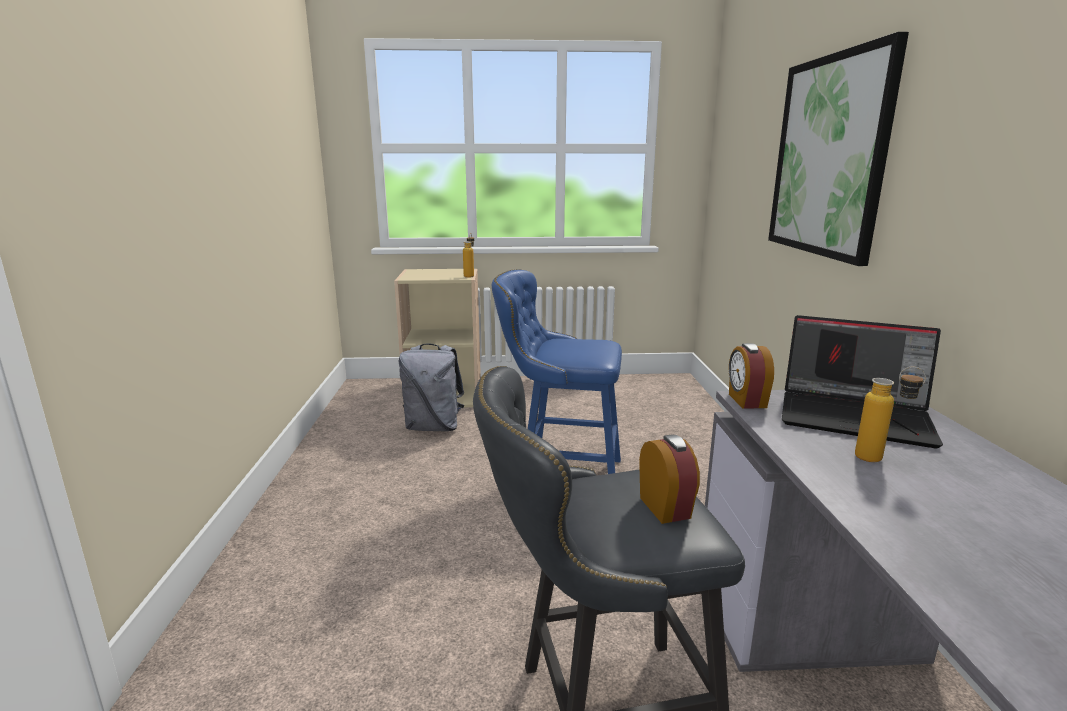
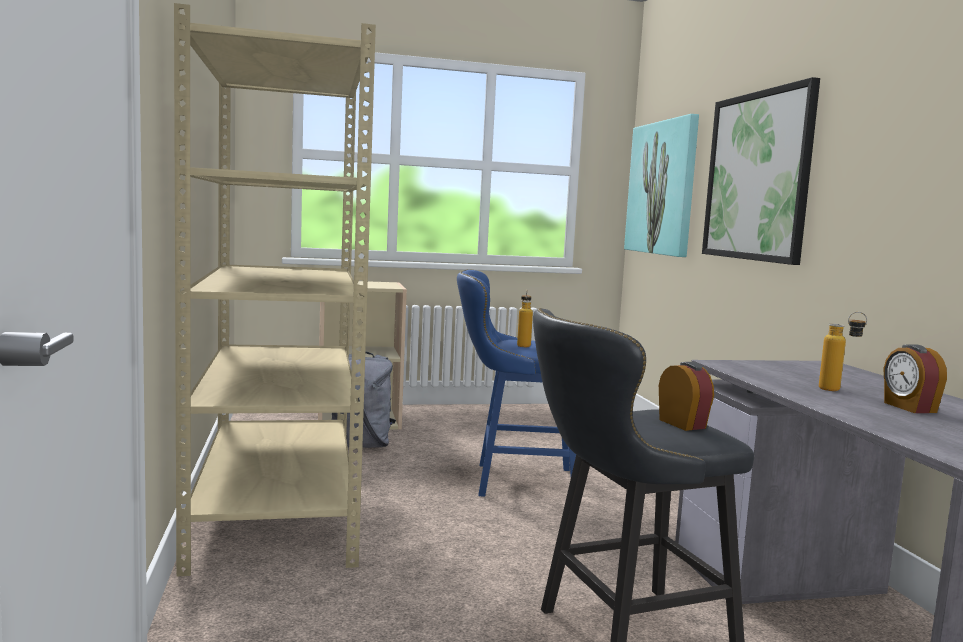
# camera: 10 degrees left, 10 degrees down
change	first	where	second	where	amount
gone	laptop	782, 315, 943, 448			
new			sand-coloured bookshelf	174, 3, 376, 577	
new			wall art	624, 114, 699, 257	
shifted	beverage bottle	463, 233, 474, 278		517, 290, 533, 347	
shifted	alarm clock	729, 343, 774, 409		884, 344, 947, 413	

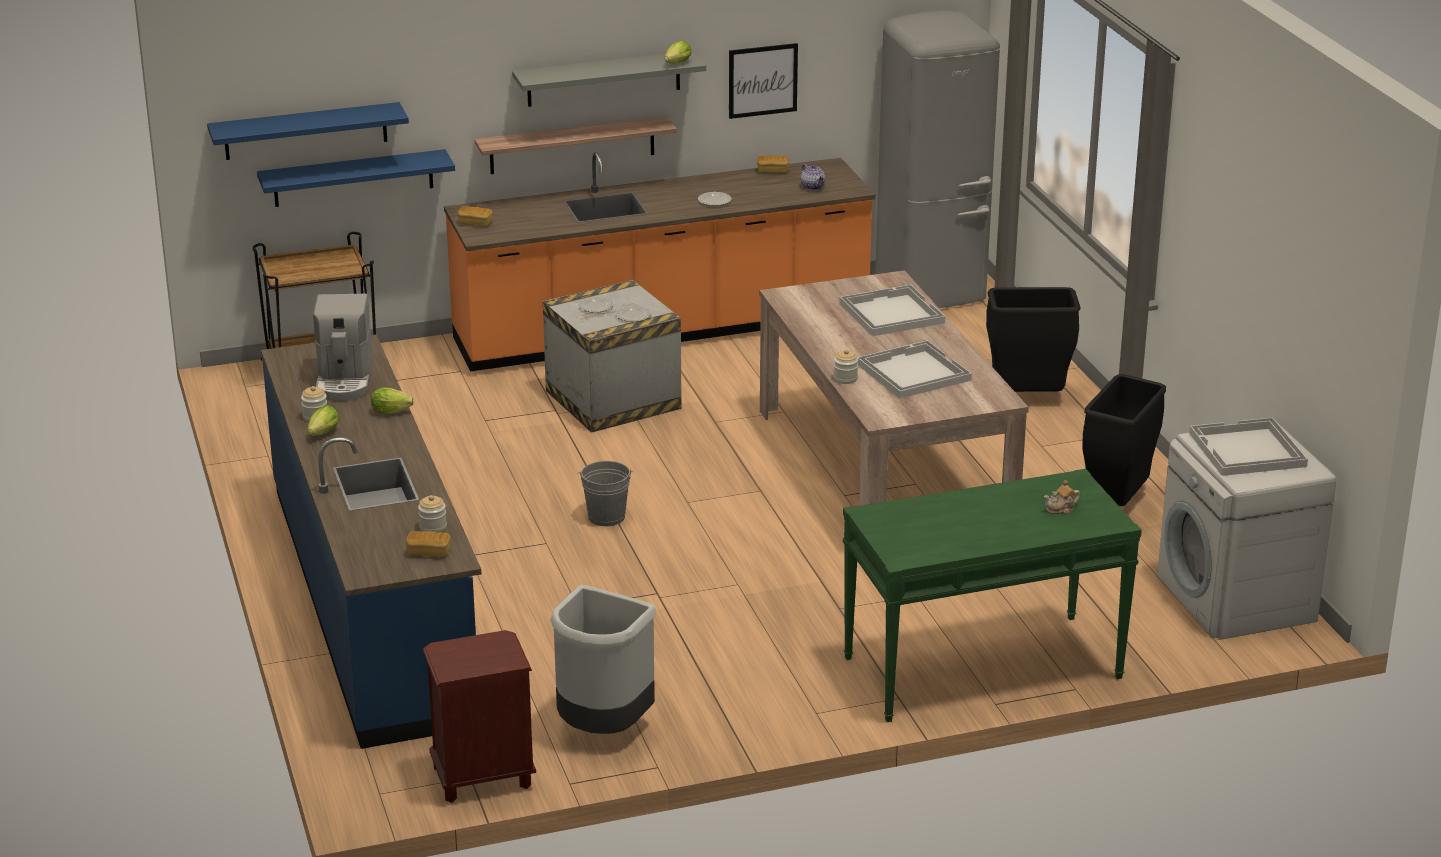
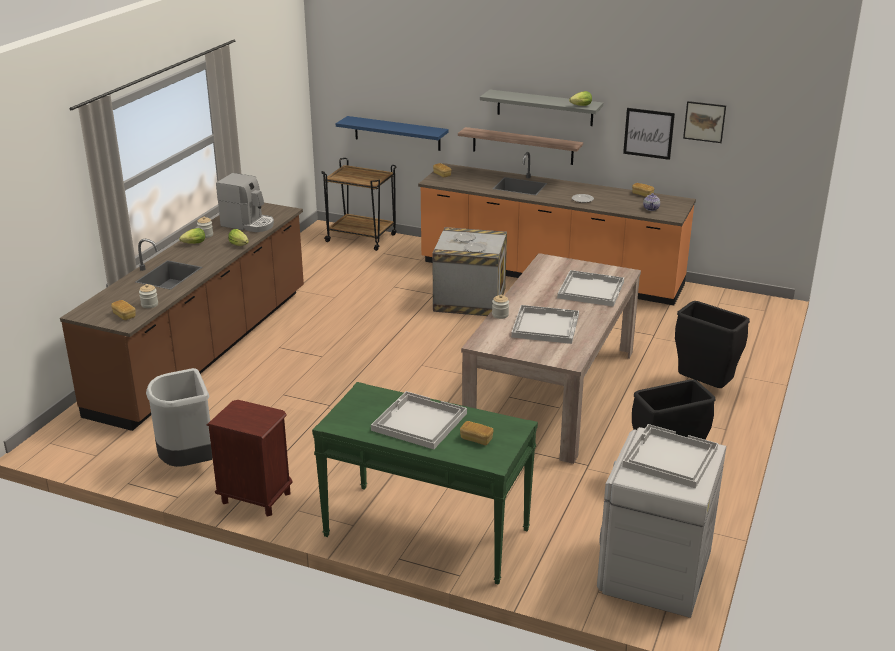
# camera: 40 degrees right, 0 degrees up
change	first	where	second	where	amount
gone	blue-coloured wall shelf	207, 102, 409, 160			
gone	greyish water bucket	578, 461, 634, 526			
gone	greyish kitchen fridge	875, 11, 1000, 308			
new			white serving tray	371, 391, 467, 449	
new			wall art	683, 101, 726, 143	
shifted	brown bedside table	423, 630, 536, 803		207, 400, 293, 516	
swapped	pot for tea	1044, 480, 1080, 514	bakery bread	460, 421, 494, 445	
repainted	blue-coloured counter	261, 335, 481, 749	brown counter	60, 203, 304, 431	
rotated	coffee machine	313, 294, 373, 401		216, 173, 274, 232	105 degrees counterclockwise

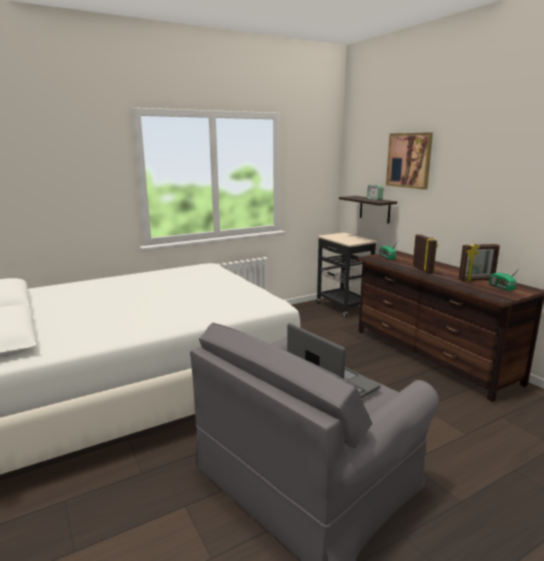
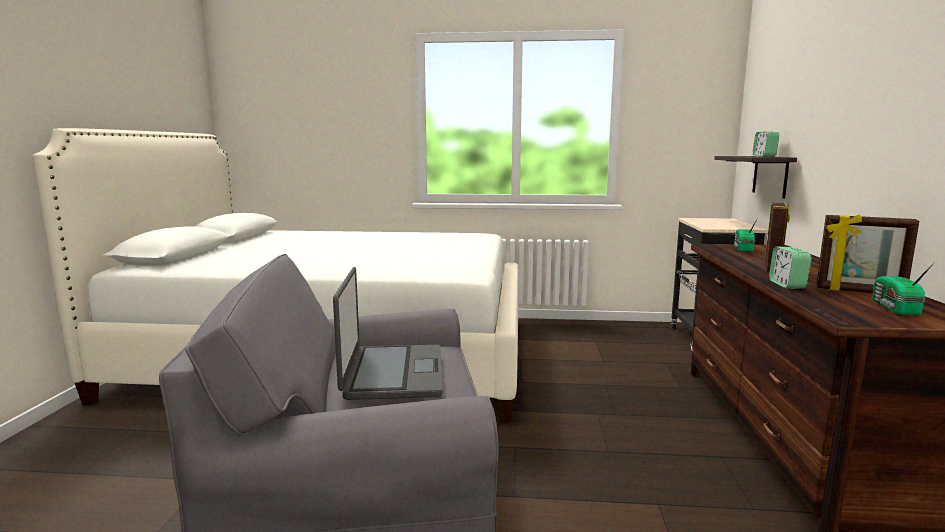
# camera: 35 degrees right, 5 degrees down
change	first	where	second	where	amount
gone	wall art	386, 132, 433, 190			
new			alarm clock	769, 247, 811, 289	

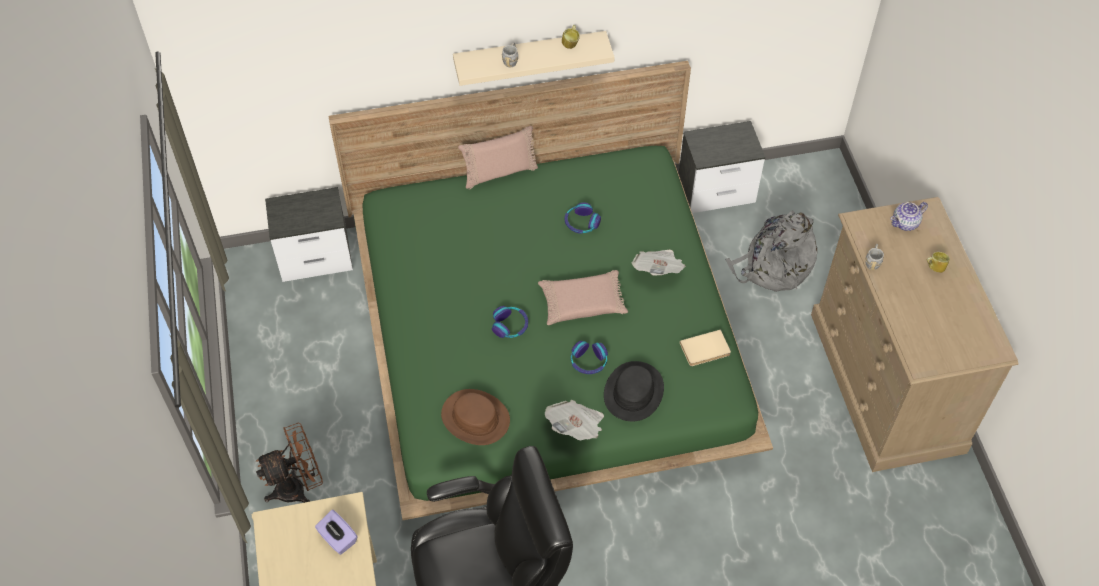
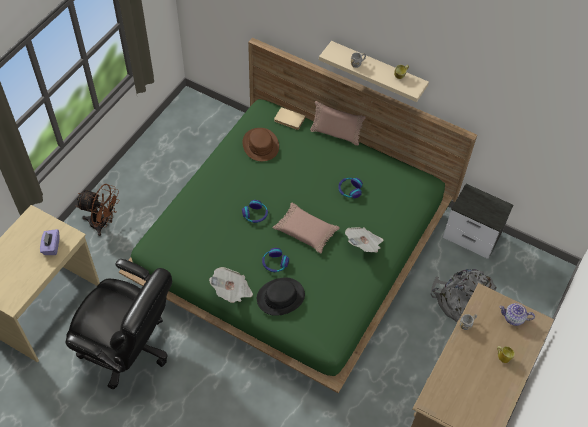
# camera: 40 degrees right, 0 degrees up
change	first	where	second	where	amount
gone	bedside table	265, 187, 353, 282			
shifted	brown wearable hat	441, 389, 510, 445		243, 128, 279, 161	
shifted	sand-coloured bound book	680, 329, 731, 366		274, 107, 306, 130	

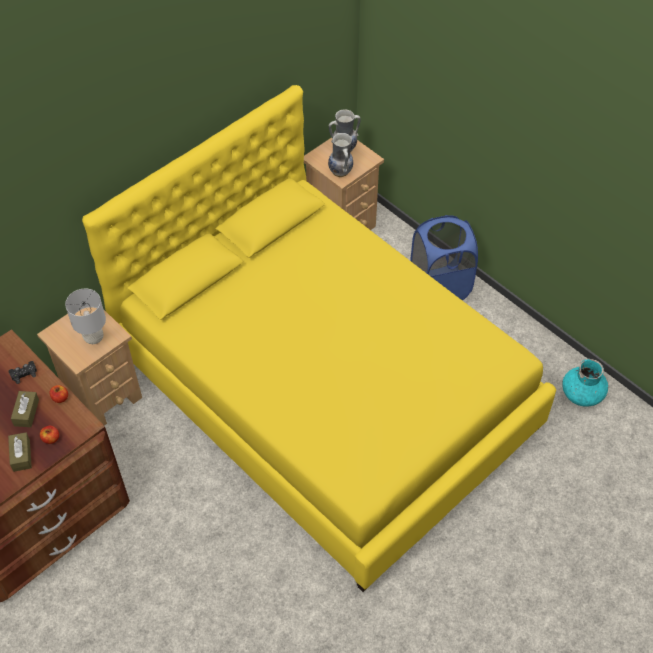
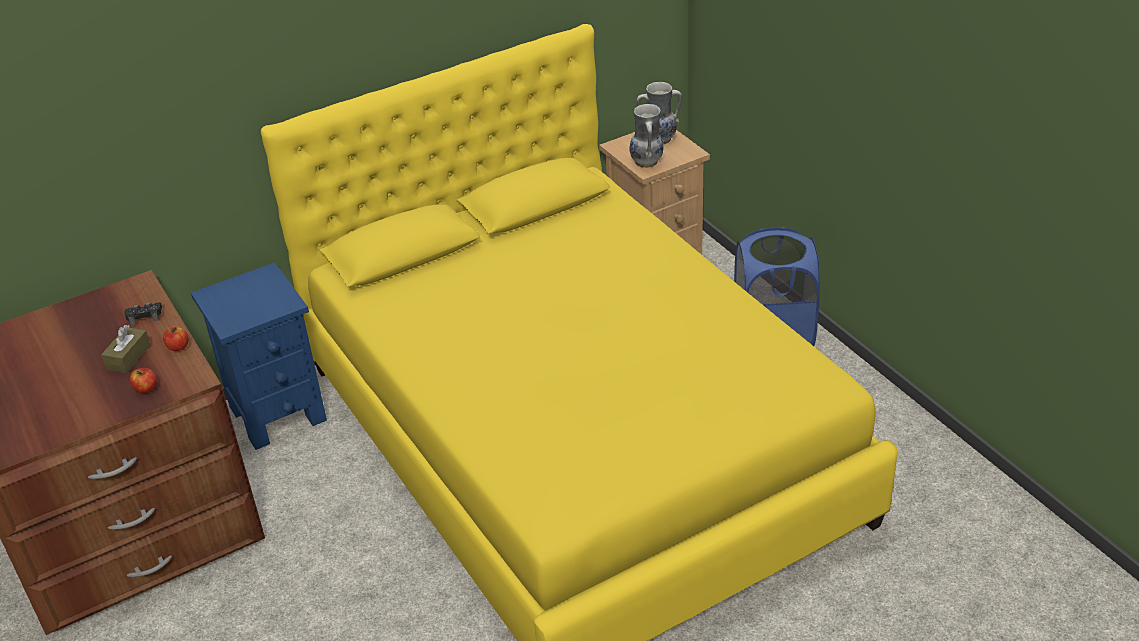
# camera: 15 degrees right, 15 degrees down
change	first	where	second	where	amount
gone	brown box of tissues	8, 432, 32, 472			
gone	greyish tabletop lamp	65, 289, 106, 344			
gone	turquoise-coloured decorative vase	562, 359, 608, 407			
repainted	sand-coloured bedside table	37, 307, 142, 425	blue-coloured bedside table	191, 262, 327, 450	

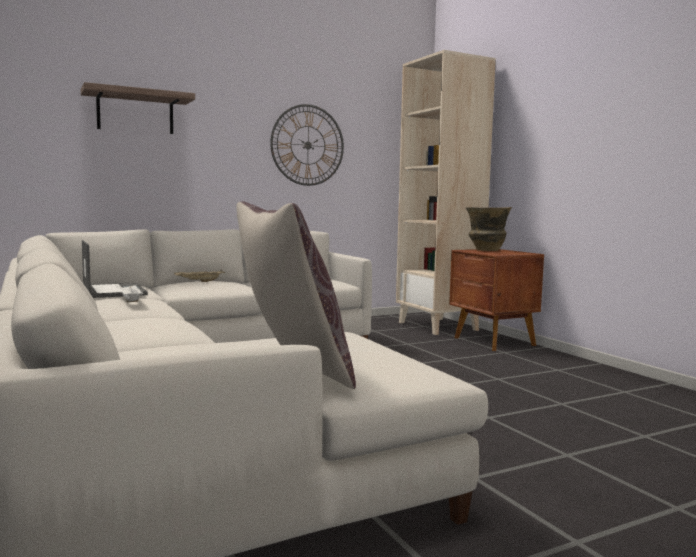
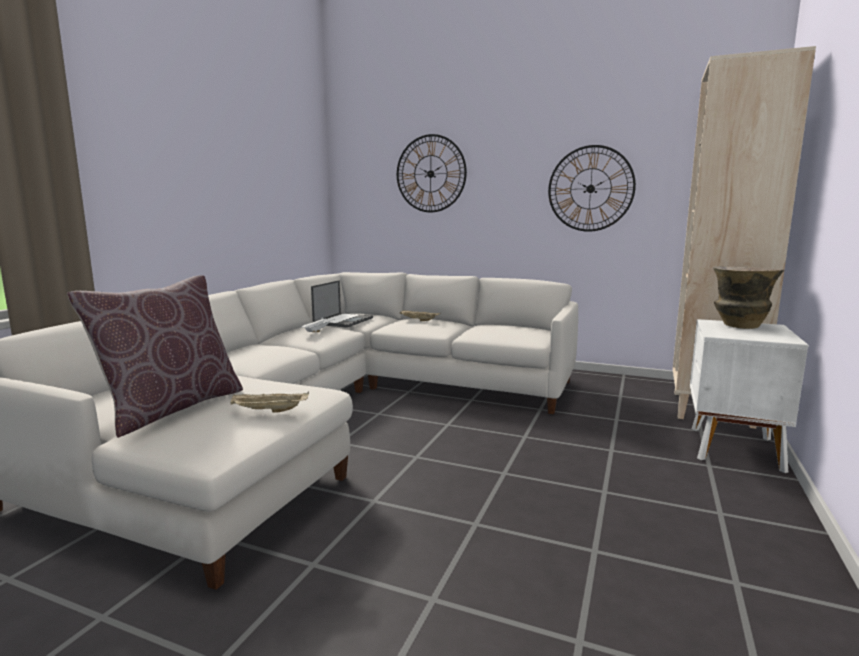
# camera: 50 degrees right, 5 degrees up
change	first	where	second	where	amount
new			sand-coloured serving tray	231, 391, 309, 413	
swapped	wall shelf	81, 82, 195, 134	clock on the wall	397, 134, 467, 213	
repainted	brown bedside table	449, 249, 544, 351	white bedside table	690, 319, 808, 473	

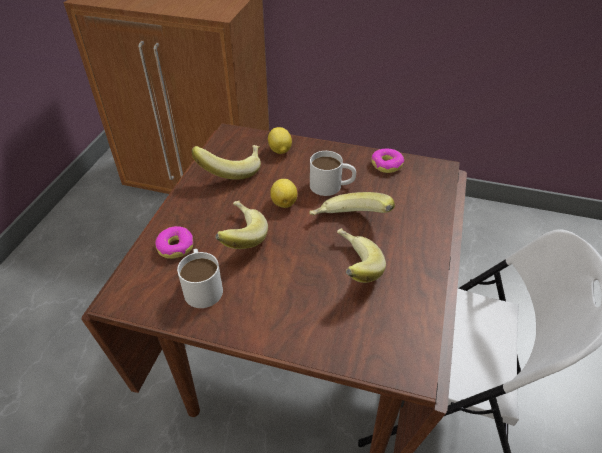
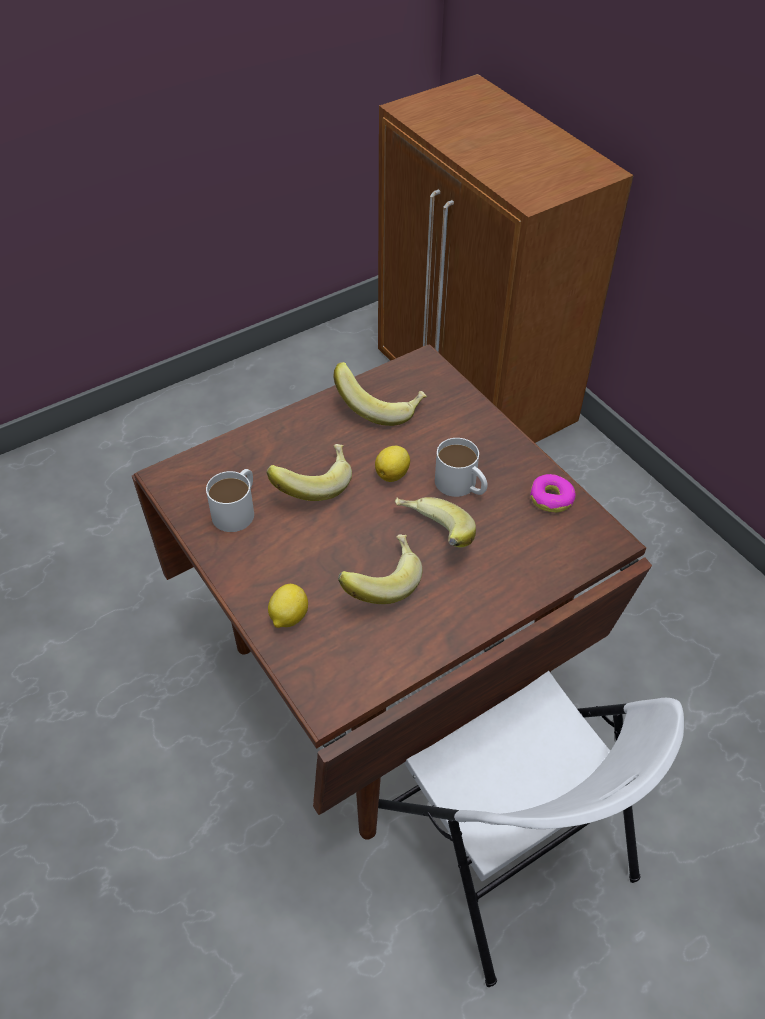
# camera: 40 degrees right, 5 degrees up
change	first	where	second	where	amount
gone	donut	155, 226, 193, 259			
shifted	citrus fruit	268, 127, 292, 154		268, 584, 308, 628	

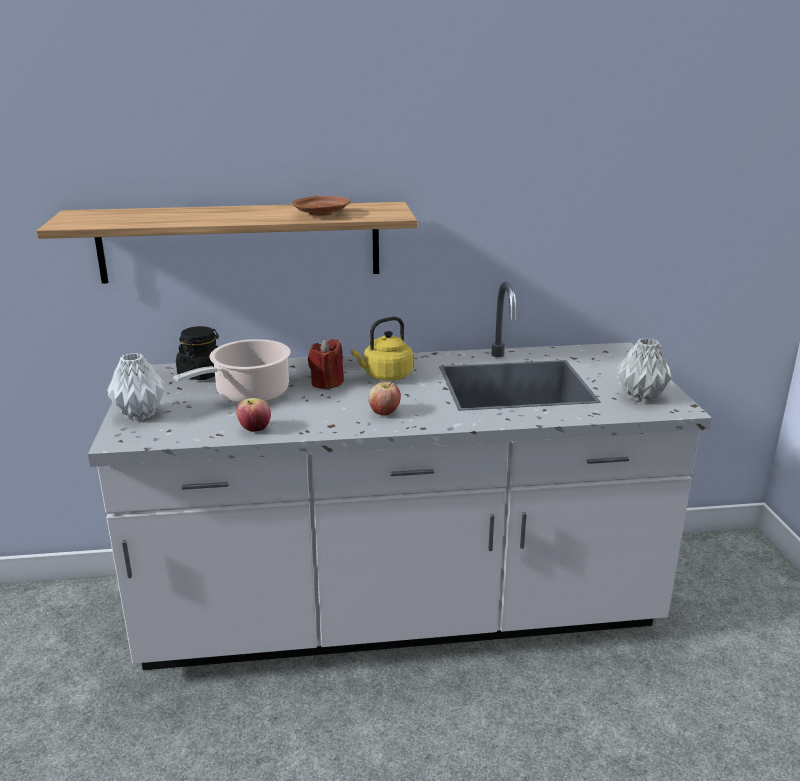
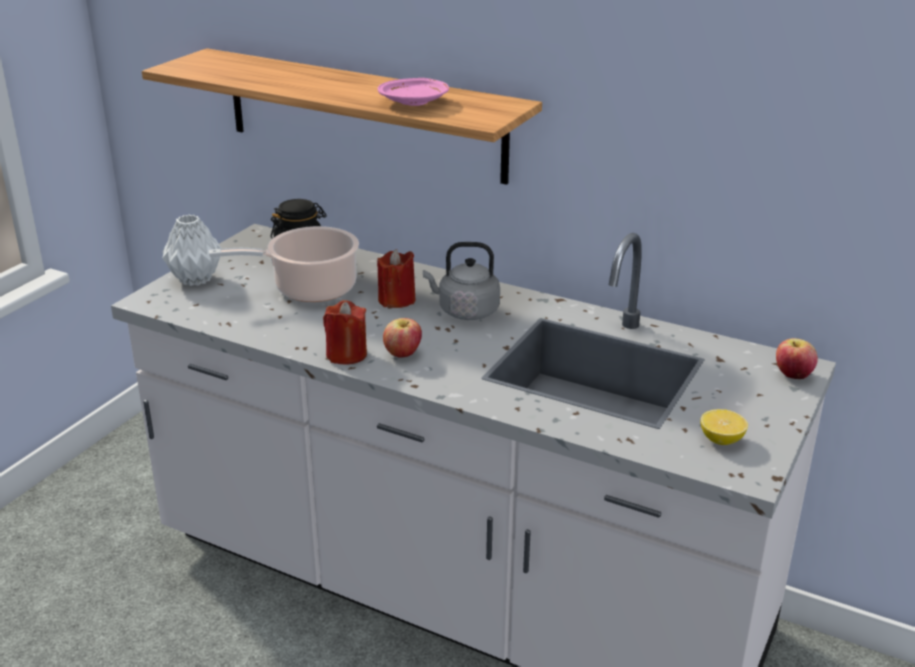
# camera: 35 degrees right, 5 degrees up
change	first	where	second	where	amount
new			red-coloured wax candle	323, 300, 367, 365	
shifted	whole apple	236, 398, 271, 432		776, 338, 818, 379	
swapped	greyish decorative vase	617, 338, 672, 403	citrus fruit	700, 409, 748, 445	
repainted	brown flat dish	292, 196, 350, 216	pinkish flat dish	378, 78, 449, 106	
repainted	yellow tea kettle	351, 317, 413, 381	greyish tea kettle	423, 242, 500, 320	

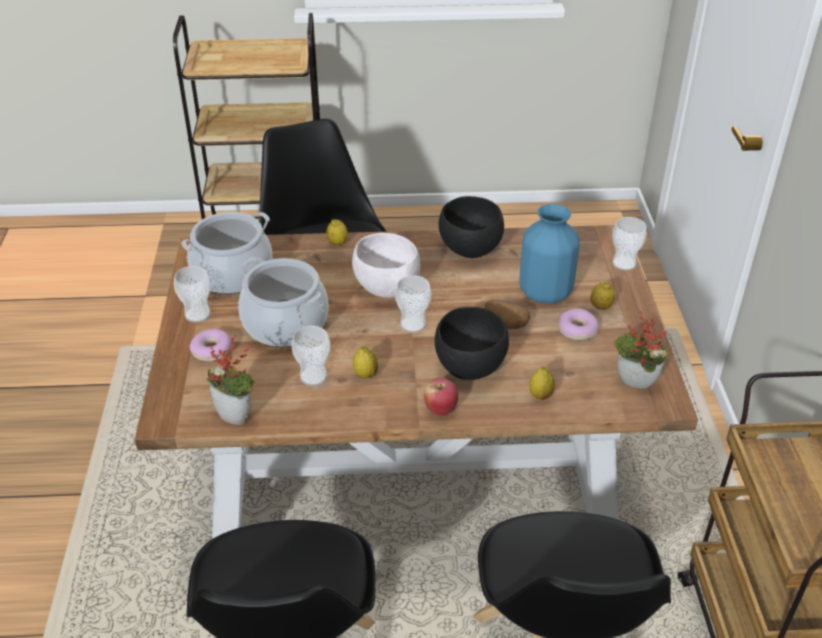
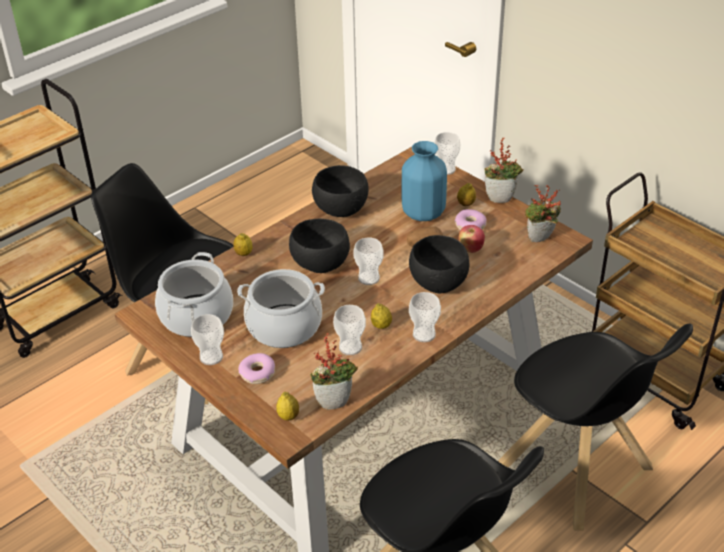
# camera: 40 degrees left, 0 degrees up
change	first	where	second	where	amount
new			drinking cup	409, 292, 441, 342	
new			houseplant	485, 137, 524, 203	
shifted	whole apple	424, 378, 458, 416		459, 225, 485, 253	
shifted	citrus fruit	529, 366, 555, 400		276, 392, 299, 420	
repainted	white serving bowl	352, 233, 421, 298	black-coloured serving bowl	289, 219, 350, 273	

